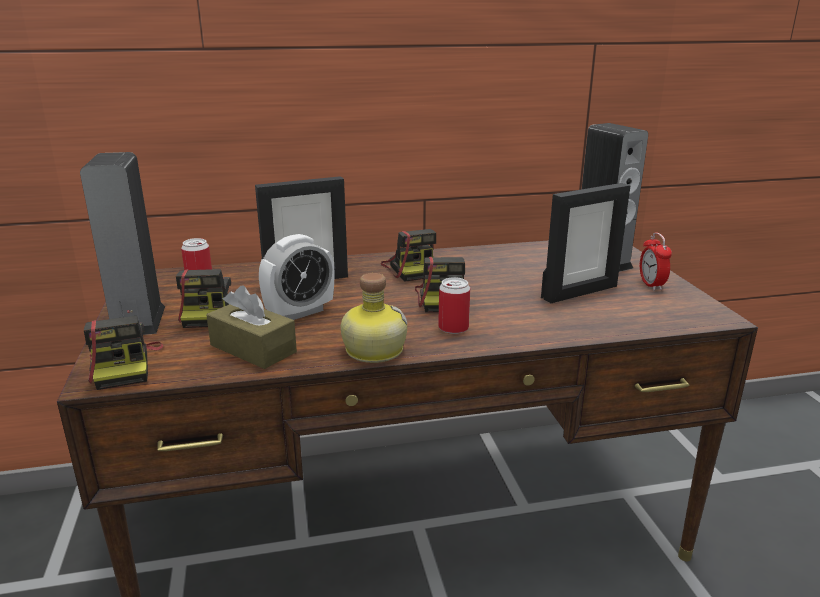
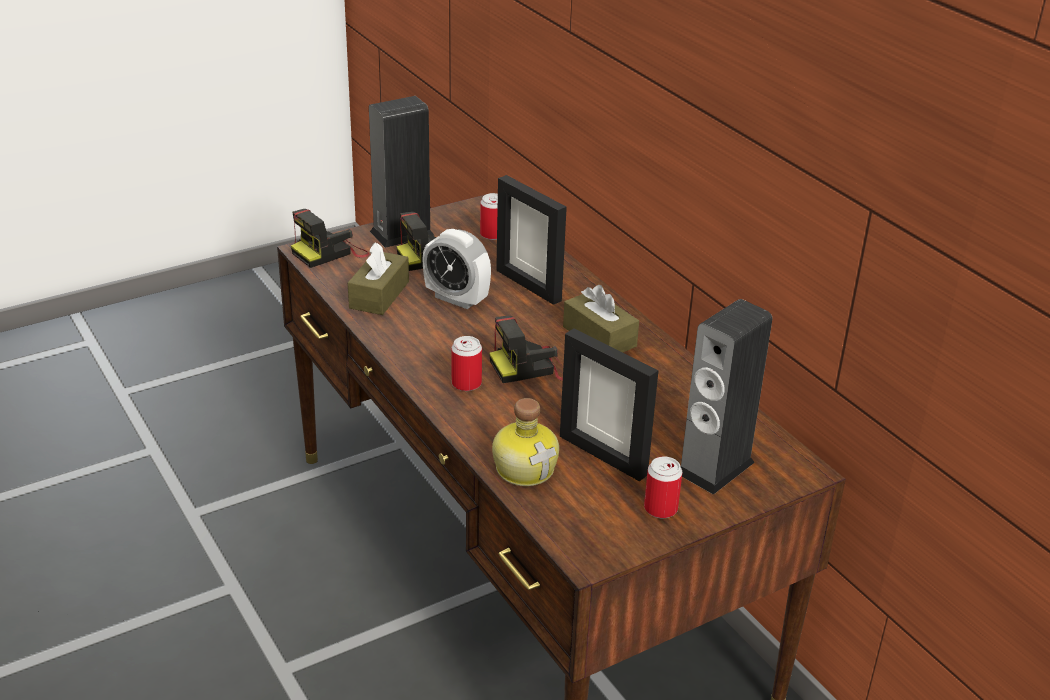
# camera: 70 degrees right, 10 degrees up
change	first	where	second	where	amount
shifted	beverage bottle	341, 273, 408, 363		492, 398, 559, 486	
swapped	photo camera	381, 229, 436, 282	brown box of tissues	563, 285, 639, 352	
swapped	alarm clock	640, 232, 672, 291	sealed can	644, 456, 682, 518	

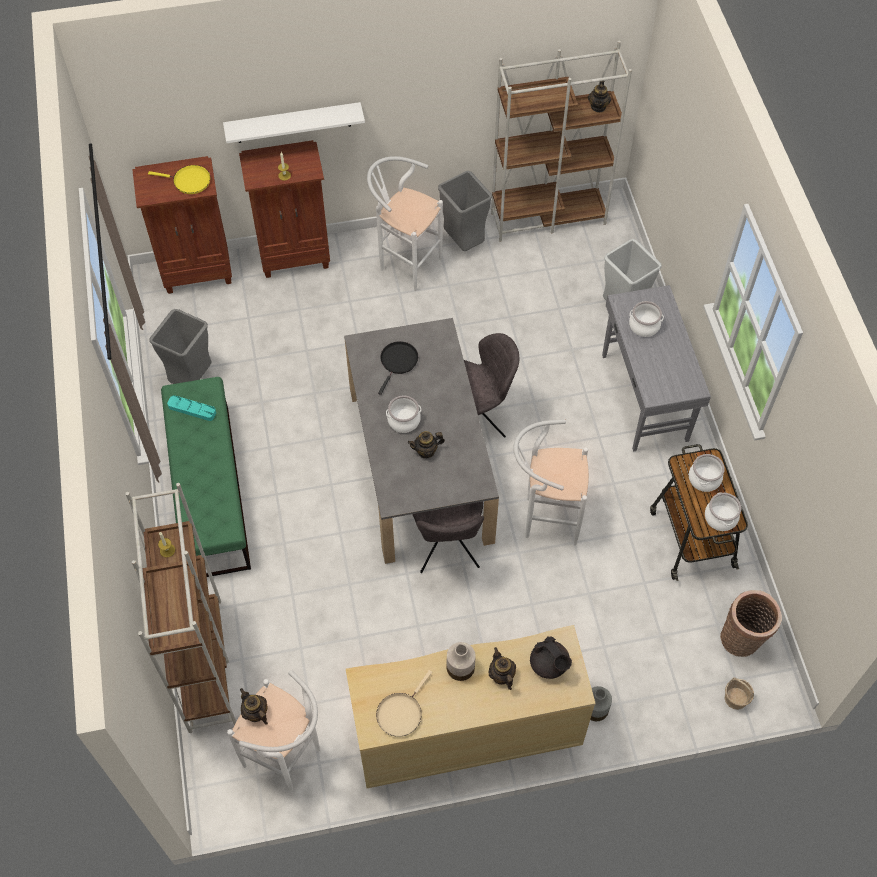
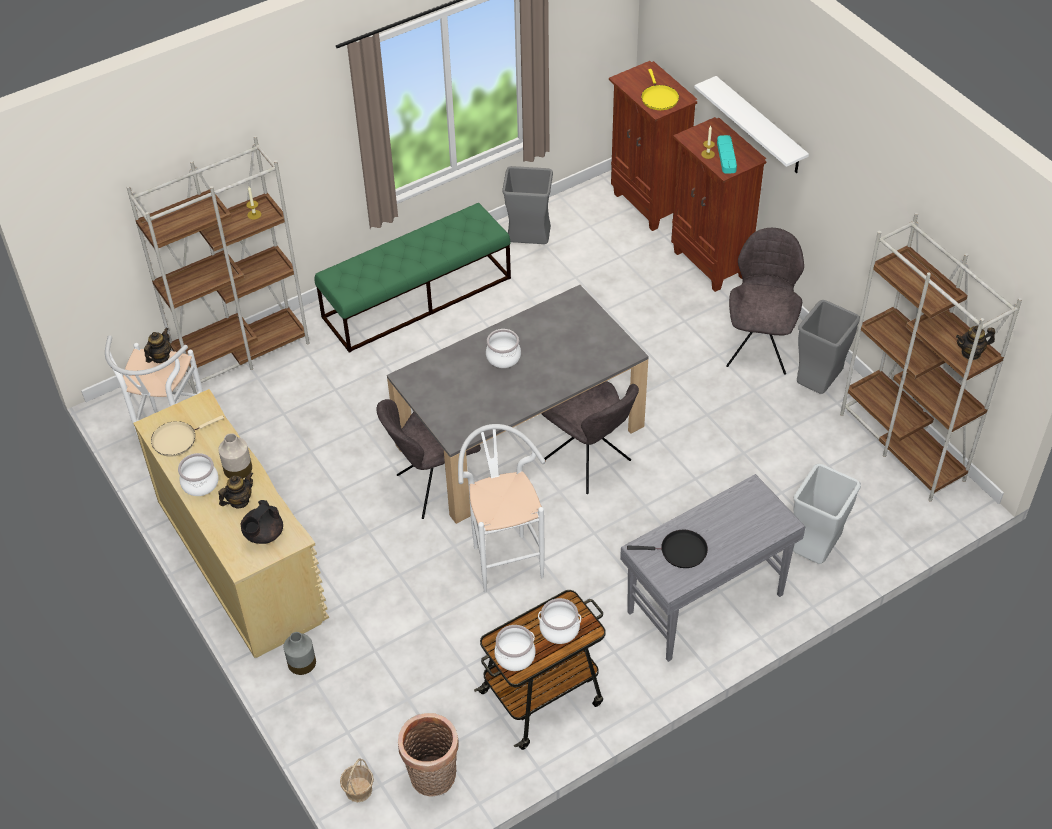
# camera: 70 degrees right, 10 degrees down
change	first	where	second	where	amount
gone	pot for tea	408, 431, 445, 458			
shifted	turquoise-coloured serving tray	167, 395, 216, 421		717, 135, 737, 174	
shifted	black-coloured pan	378, 341, 418, 395		627, 530, 708, 568	
shifted	cooking pot	629, 301, 664, 337		178, 453, 219, 496	
swapped	white sitting stool	367, 156, 443, 291	greyish plain chair	726, 228, 804, 375	
rotated	sand-coloured pan	376, 670, 432, 737		151, 415, 224, 457	45 degrees counterclockwise

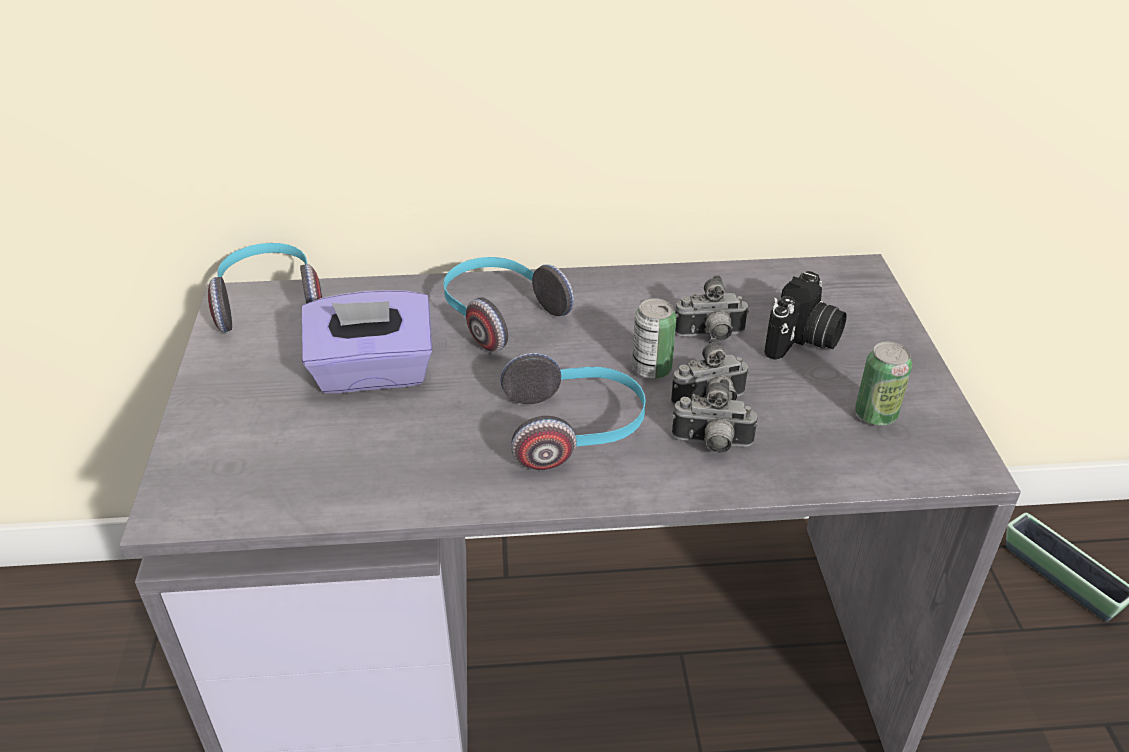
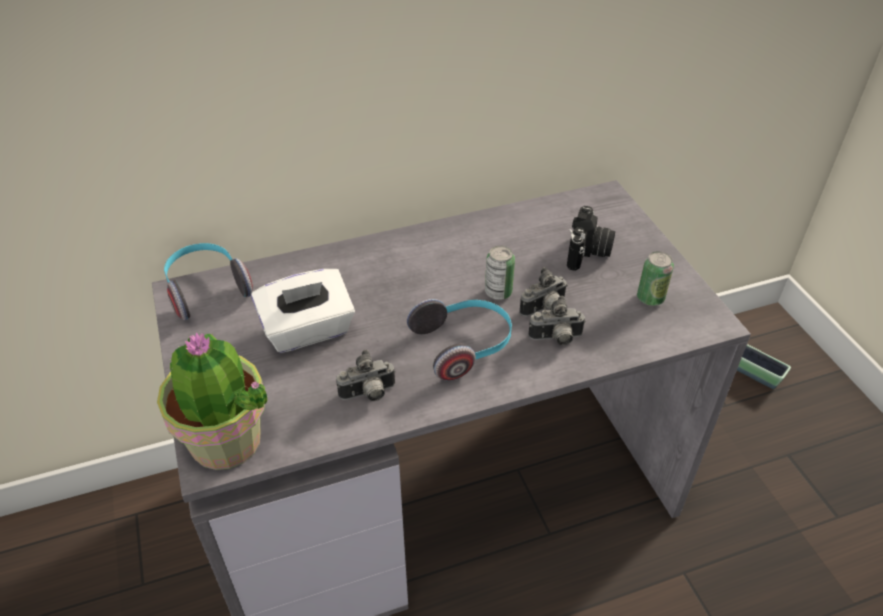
# camera: 15 degrees left, 5 degrees up
change	first	where	second	where	amount
gone	headset	443, 257, 574, 352			
new			houseplant	157, 332, 267, 470	
shifted	photo camera	675, 275, 749, 341		336, 350, 396, 401	
repainted	purple-coloured box of tissues	302, 290, 432, 393	white box of tissues	251, 269, 355, 353	

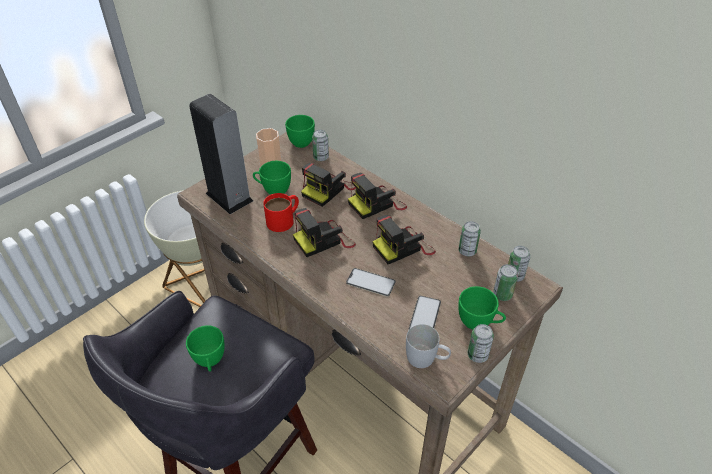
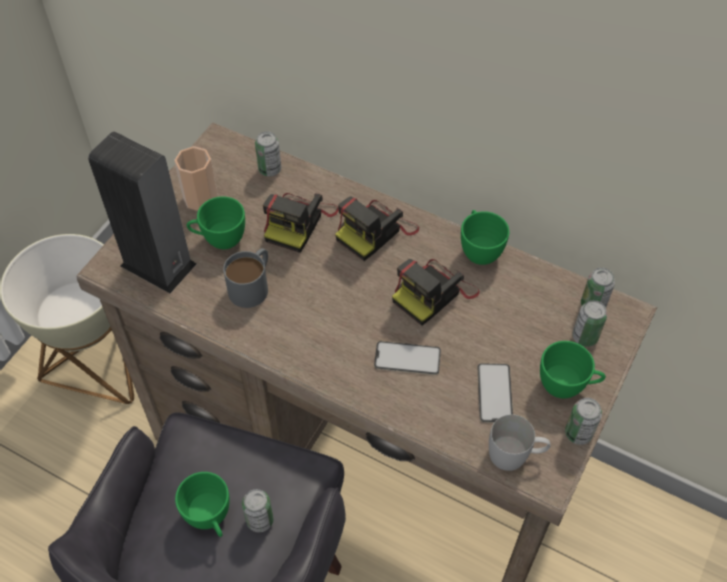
# camera: 15 degrees left, 10 degrees up
change	first	where	second	where	amount
gone	photo camera	293, 208, 356, 257			
shifted	greenish drinking cup	285, 115, 315, 148		461, 210, 509, 265	
shifted	sealed can	459, 221, 481, 256		242, 489, 274, 532	
repainted	red-coloured coffee mug	263, 193, 299, 232	greyish coffee mug	223, 248, 268, 308	

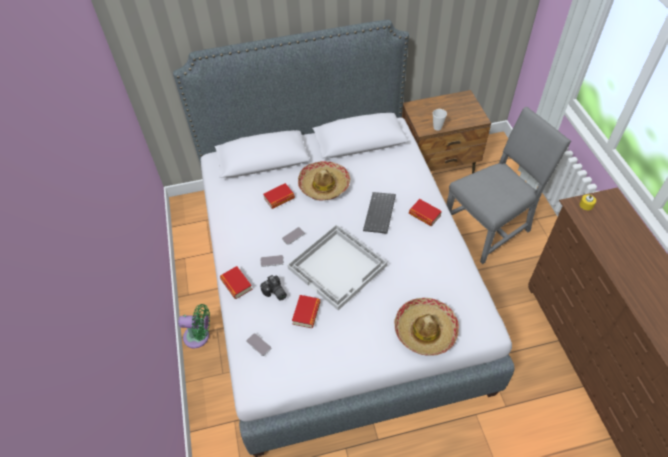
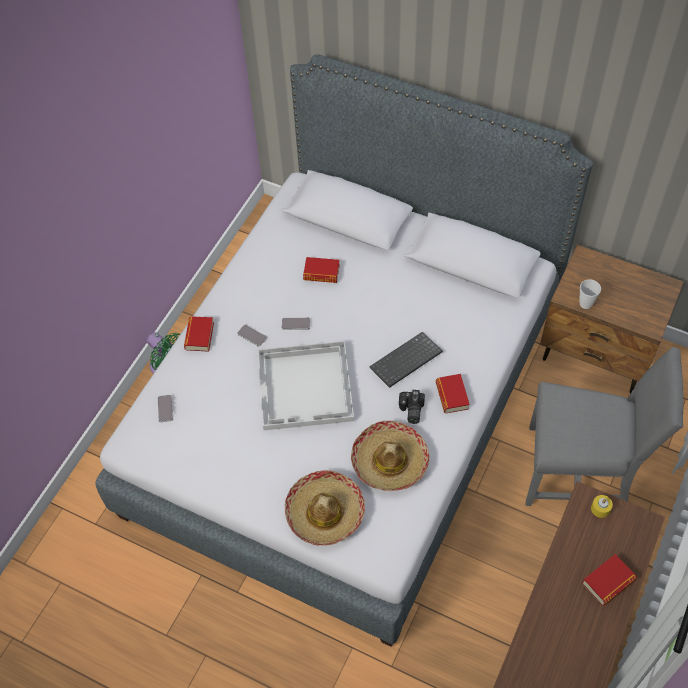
# camera: 40 degrees right, 5 degrees up
change	first	where	second	where	amount
shifted	photo camera	260, 275, 287, 301		399, 390, 425, 424	
shifted	bound book	292, 295, 320, 328		582, 554, 637, 606	
shifted	wearable hat	298, 161, 350, 201		351, 421, 429, 491	

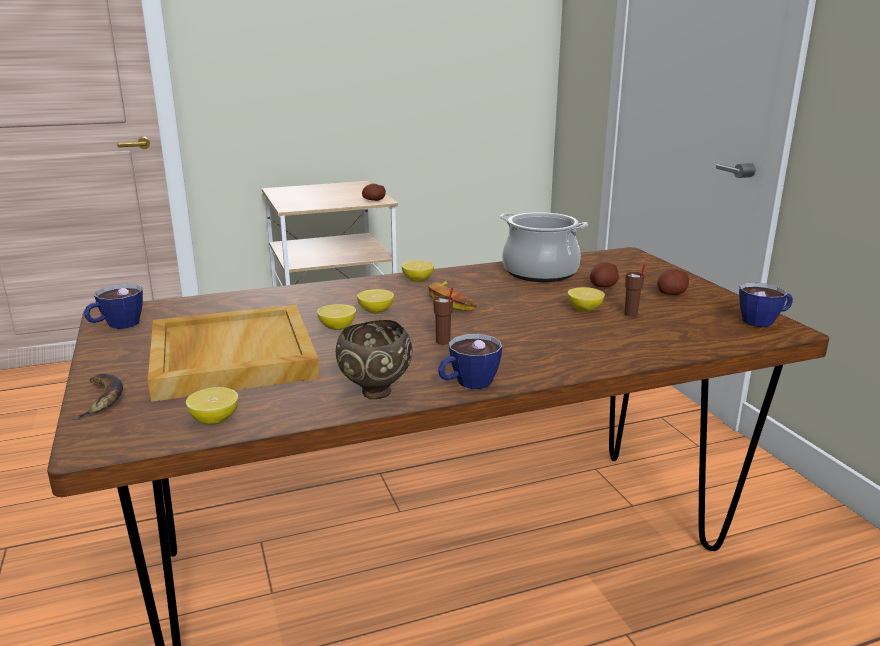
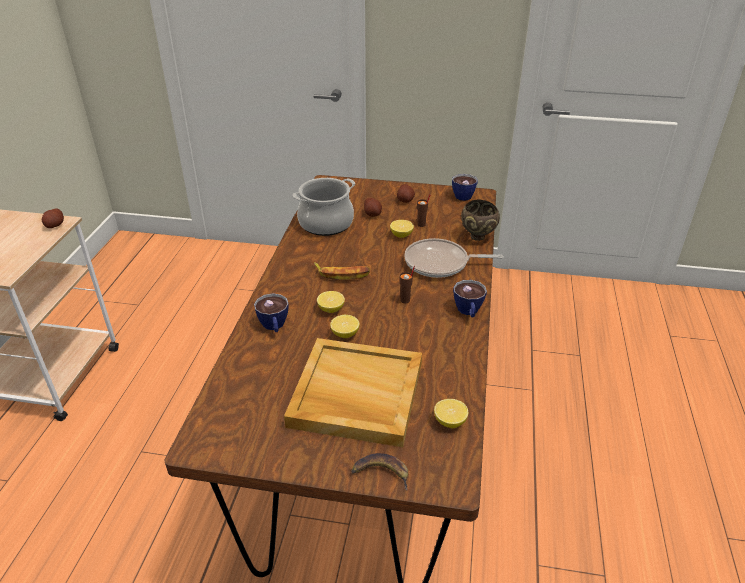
# camera: 60 degrees left, 15 degrees up
change	first	where	second	where	amount
gone	citrus fruit	401, 260, 434, 282			
new			pan	404, 238, 504, 278	
shifted	drinking cup	84, 284, 143, 329		254, 293, 289, 332	
shifted	brown serving bowl	336, 320, 412, 399		461, 199, 500, 241	

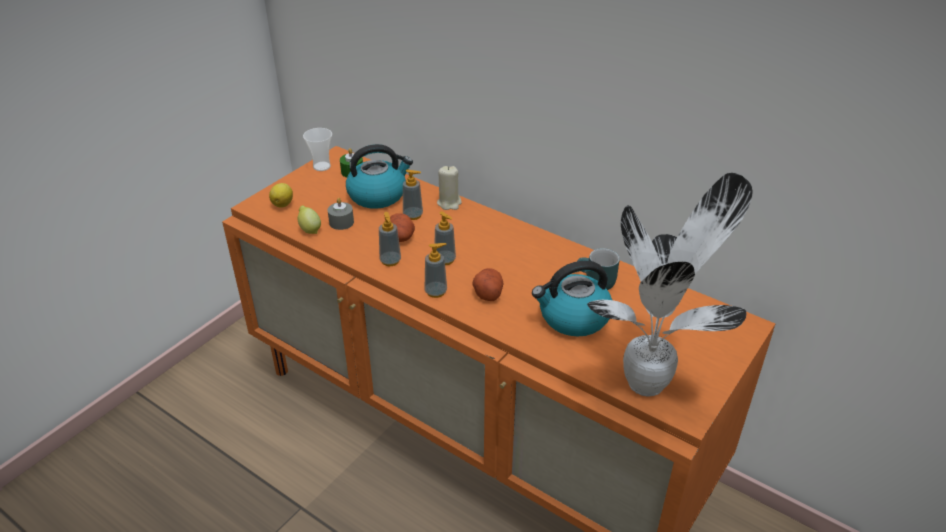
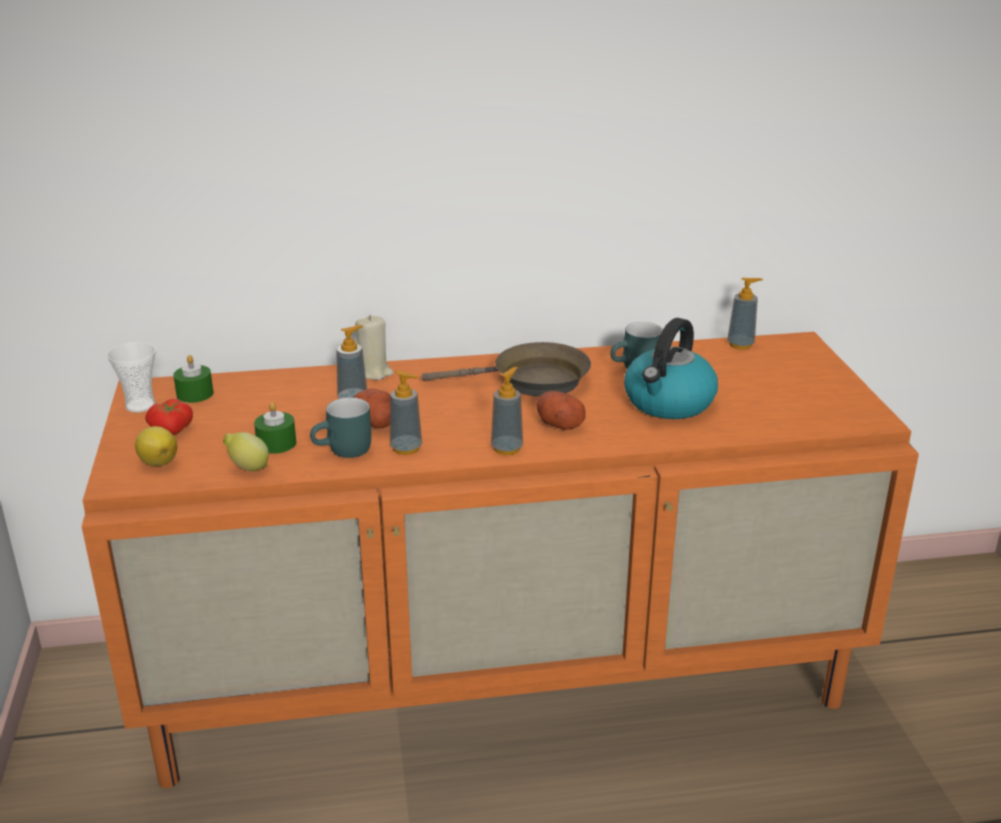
# camera: 45 degrees left, 10 degrees down
change	first	where	second	where	amount
gone	tea kettle	346, 144, 413, 209			
gone	houseplant	587, 173, 752, 397			
new			fresh tomato	145, 399, 193, 435	
new			turquoise-coloured coffee mug	310, 397, 371, 458	
new			brown pan	422, 342, 591, 397	
shifted	soap dispenser	435, 211, 456, 265		727, 278, 763, 350	
repainted	greyish wax candle	328, 198, 354, 230	greenish wax candle	254, 402, 296, 454	

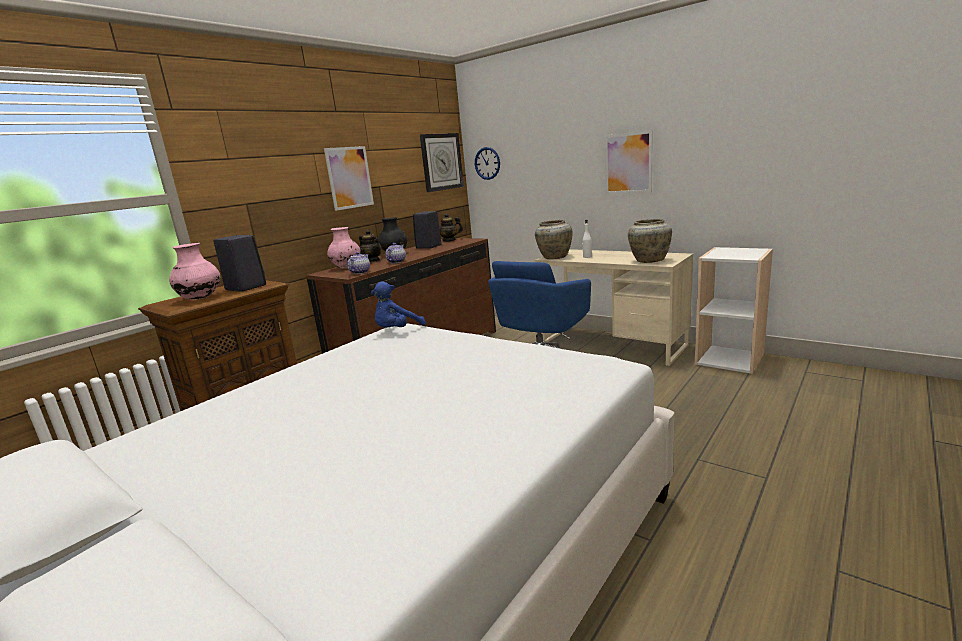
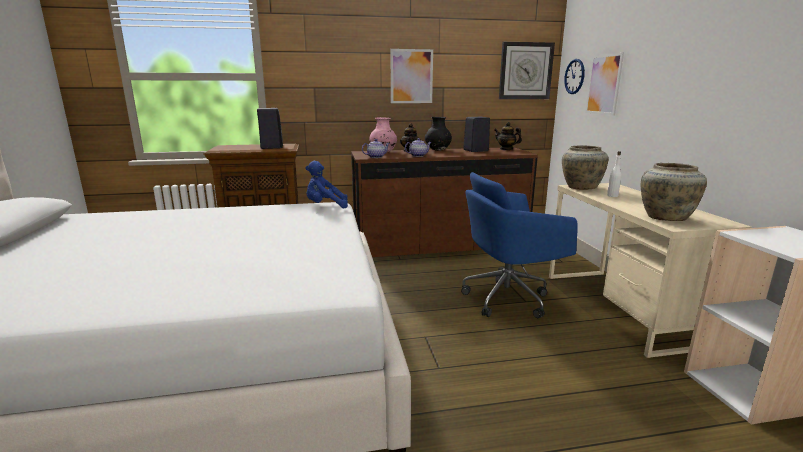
# camera: 40 degrees right, 0 degrees up
change	first	where	second	where	amount
gone	pinkish decorative vase	169, 243, 221, 300			
shifted	wall art	605, 130, 653, 194		585, 52, 624, 115	

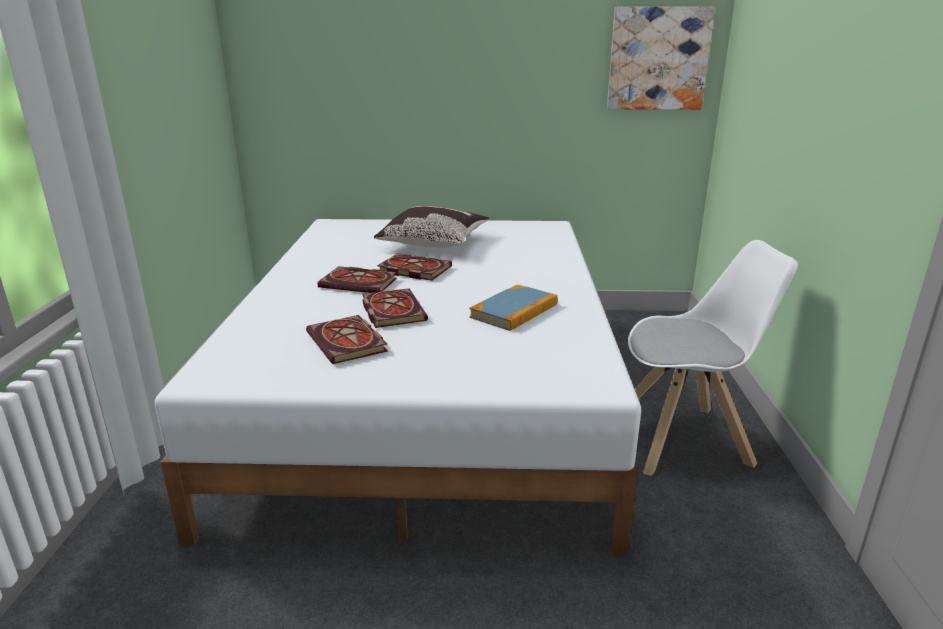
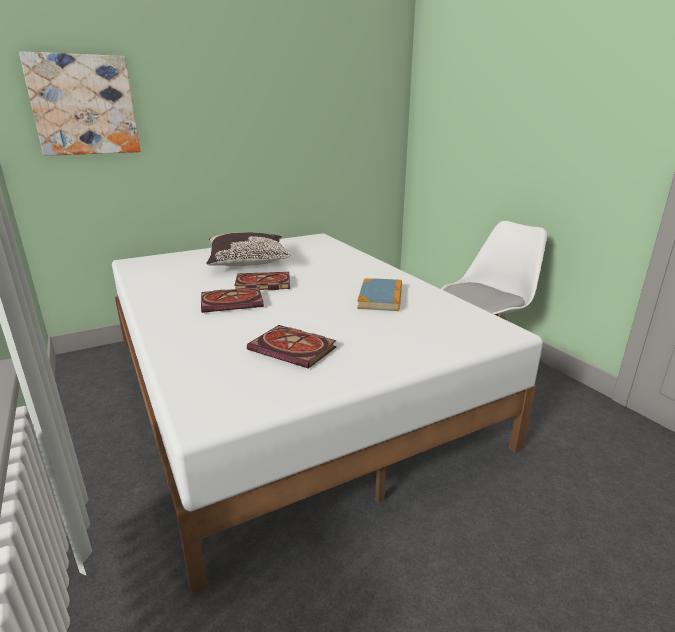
# camera: 30 degrees left, 0 degrees up
change	first	where	second	where	amount
gone	bound book	362, 288, 428, 328			
shifted	wall art	607, 7, 715, 110		19, 51, 140, 156	

